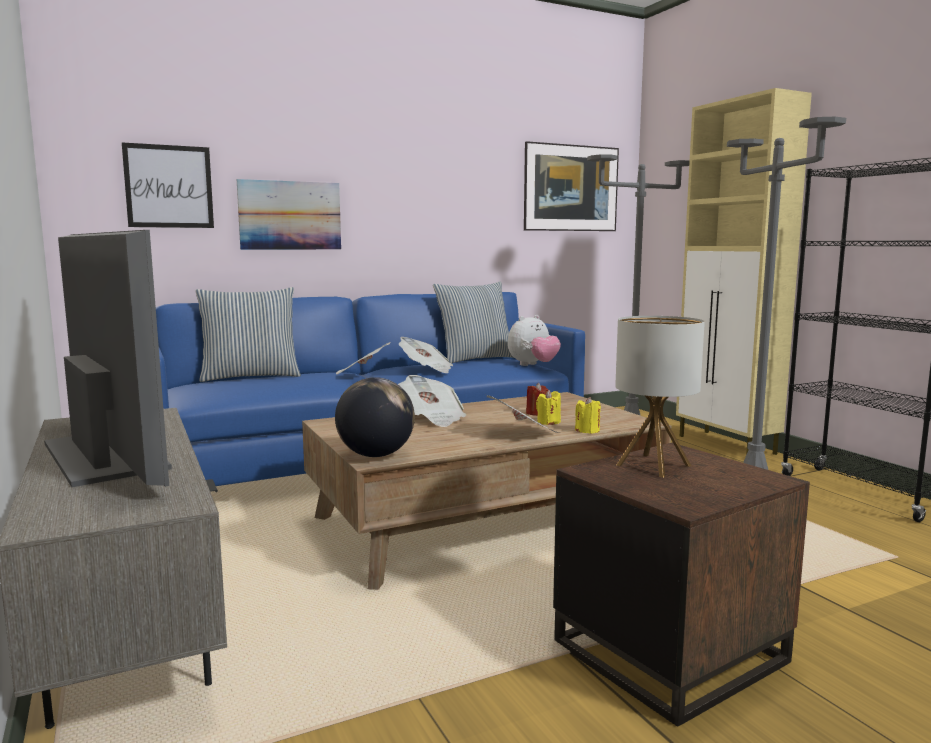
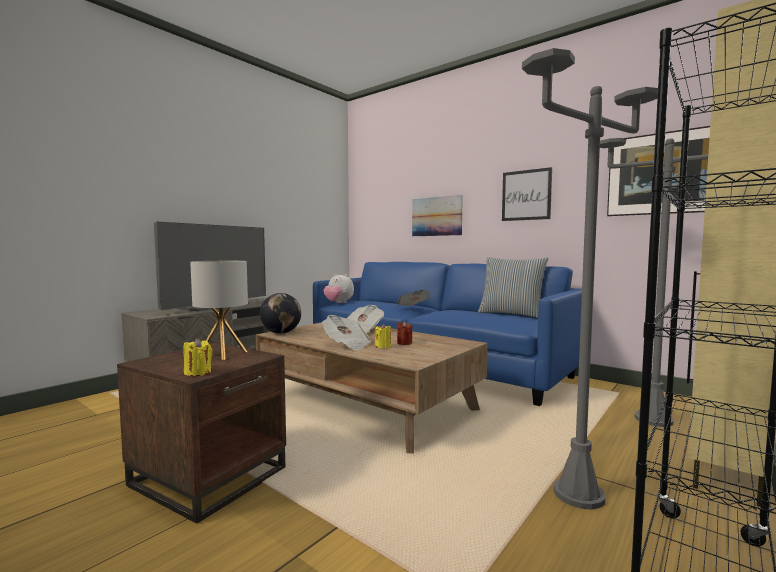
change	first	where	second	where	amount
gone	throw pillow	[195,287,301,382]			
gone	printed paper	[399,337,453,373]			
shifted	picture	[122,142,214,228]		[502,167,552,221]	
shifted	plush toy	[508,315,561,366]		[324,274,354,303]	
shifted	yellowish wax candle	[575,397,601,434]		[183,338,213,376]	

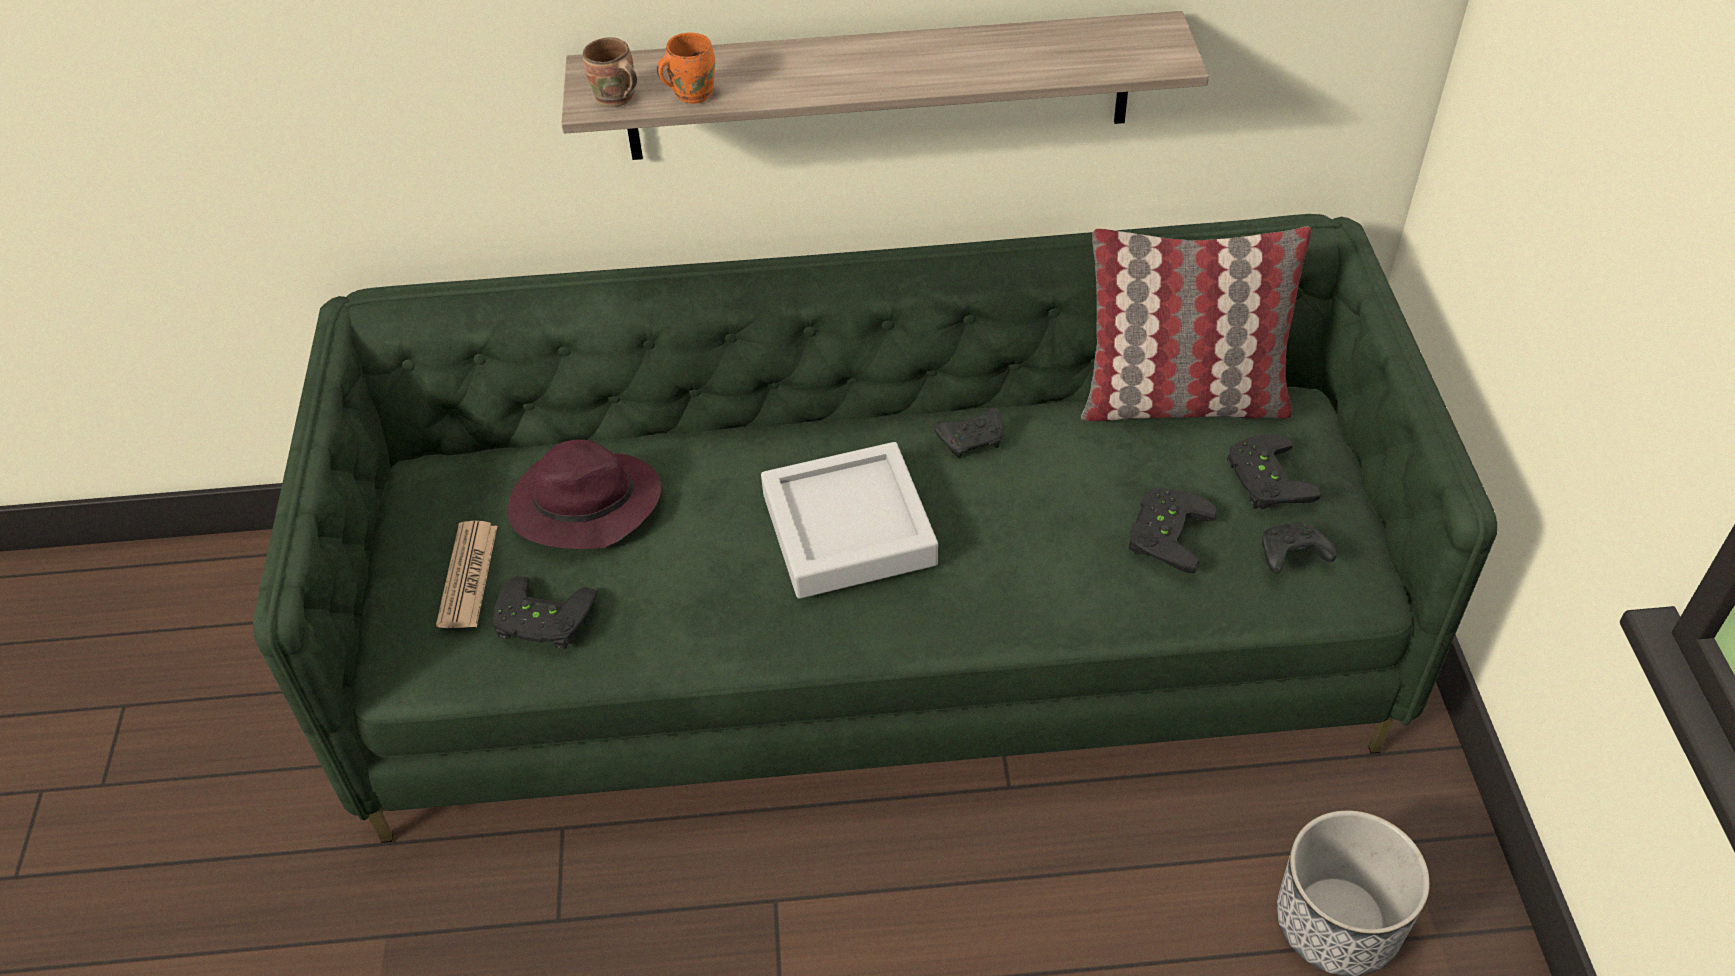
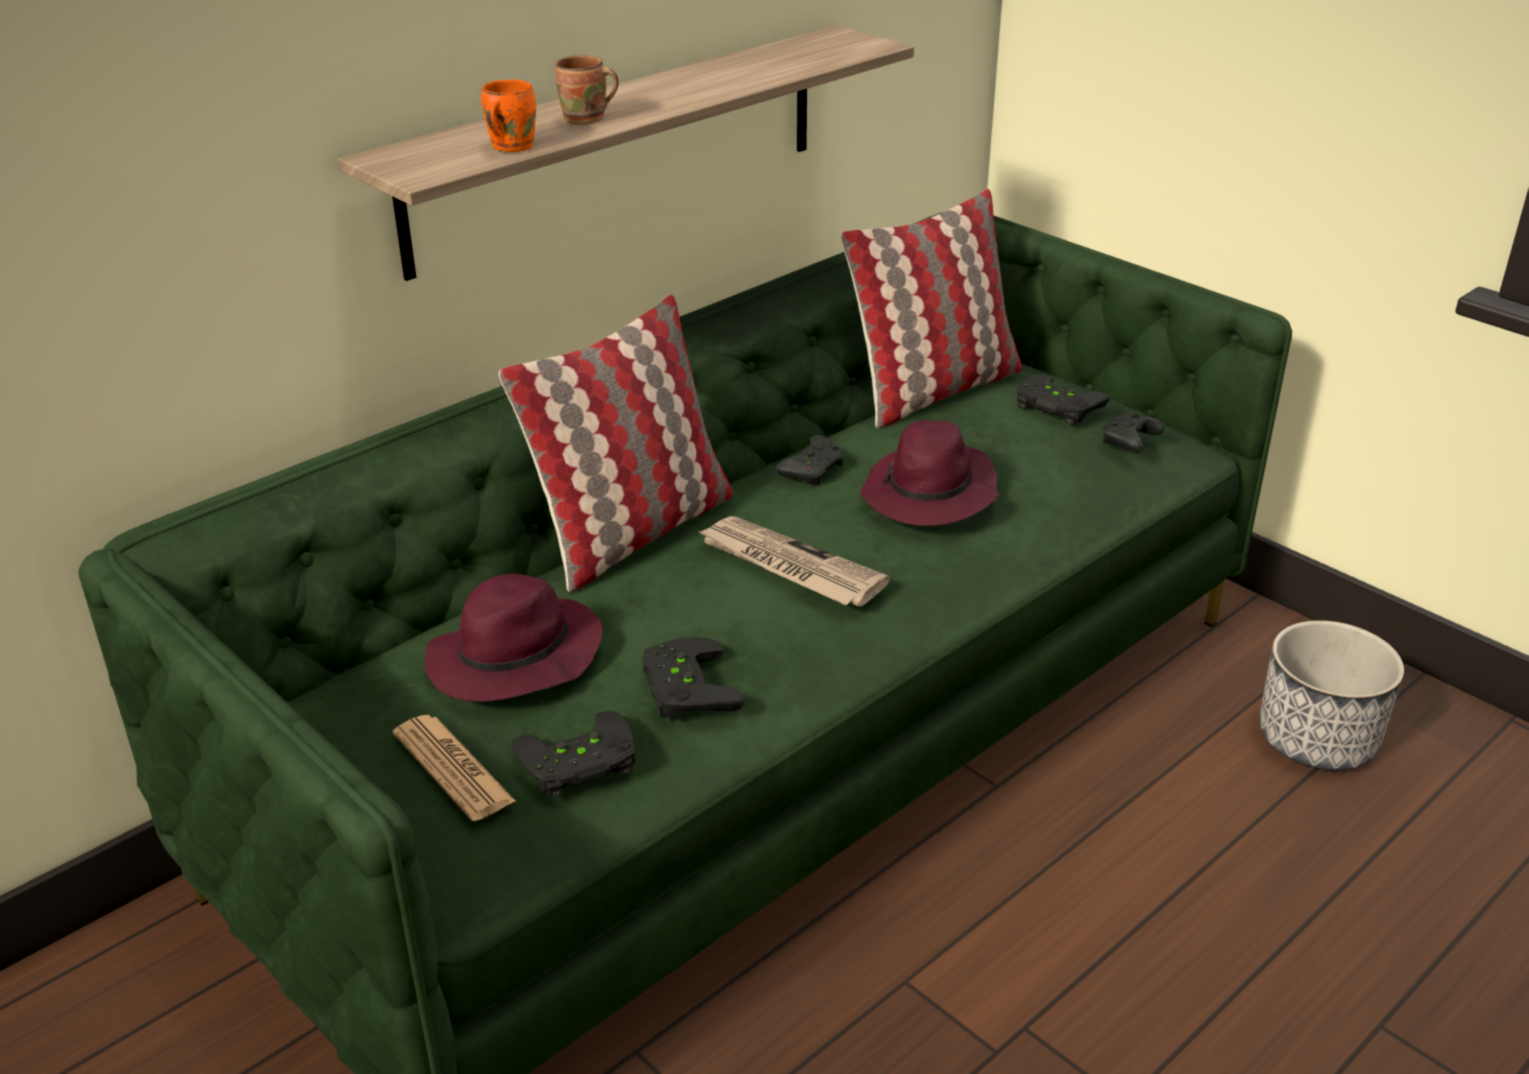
change	first	where	second	where	amount
new			throw pillow	[499,295,733,592]	
new			purple-coloured hat	[860,420,1000,526]	
shifted	brown-coloured mug	[583,37,637,107]		[555,55,619,125]	
shifted	blackish joypad	[1128,488,1218,573]		[642,637,744,719]	
swapped	grey carrying tray	[761,442,938,599]	printed paper	[697,516,890,606]	

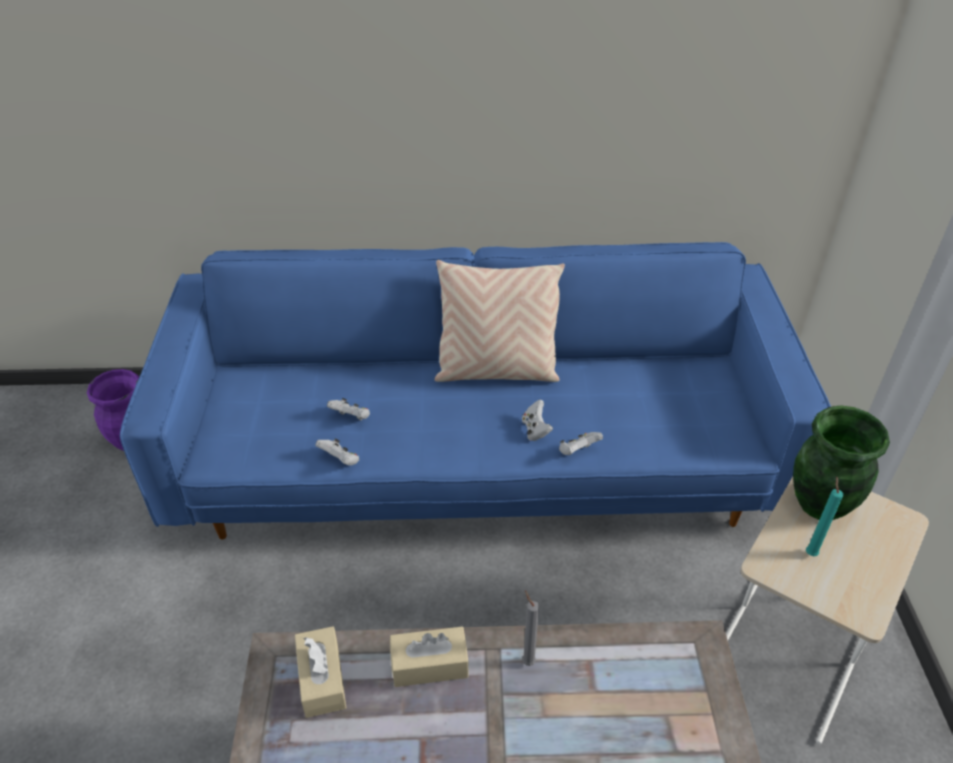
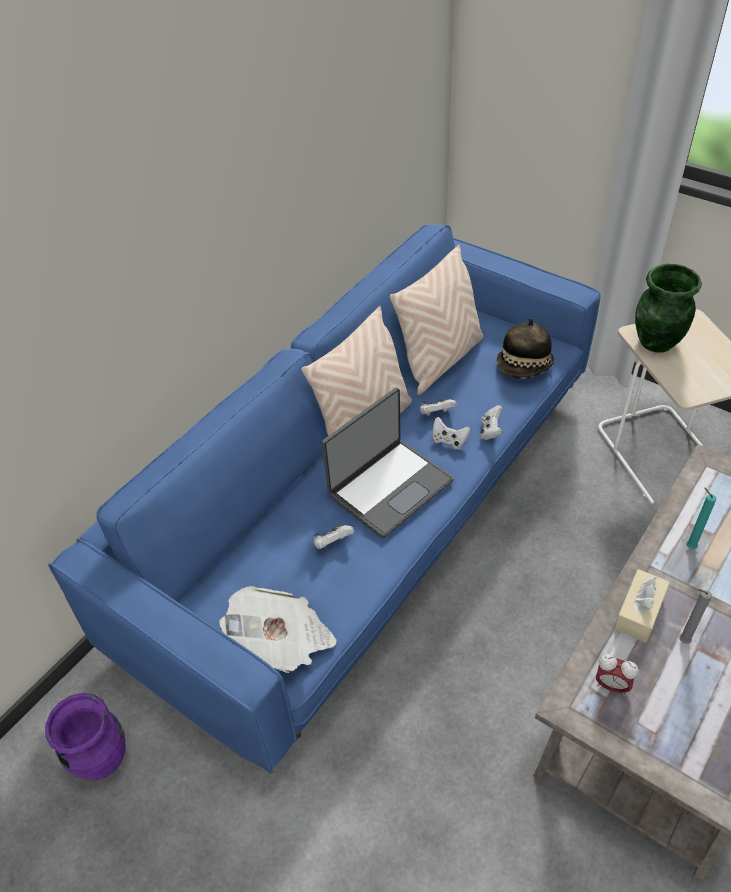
change	first	where	second	where	amount
new			printed paper	[219,586,337,673]	
new			notebook computer	[322,387,454,538]	
new			sand-coloured throw pillow	[390,244,483,395]	
new			hat	[497,318,555,379]	
shifted	white joypad	[315,439,359,466]		[420,399,457,416]	
shifted	grey wax candle	[522,591,539,666]		[679,589,712,644]	
shifted	turquoise-coloured wax candle	[806,477,843,556]		[686,487,717,549]	
swapped	sand-coloured tissue box	[295,626,346,718]	bedside clock	[596,654,638,696]	

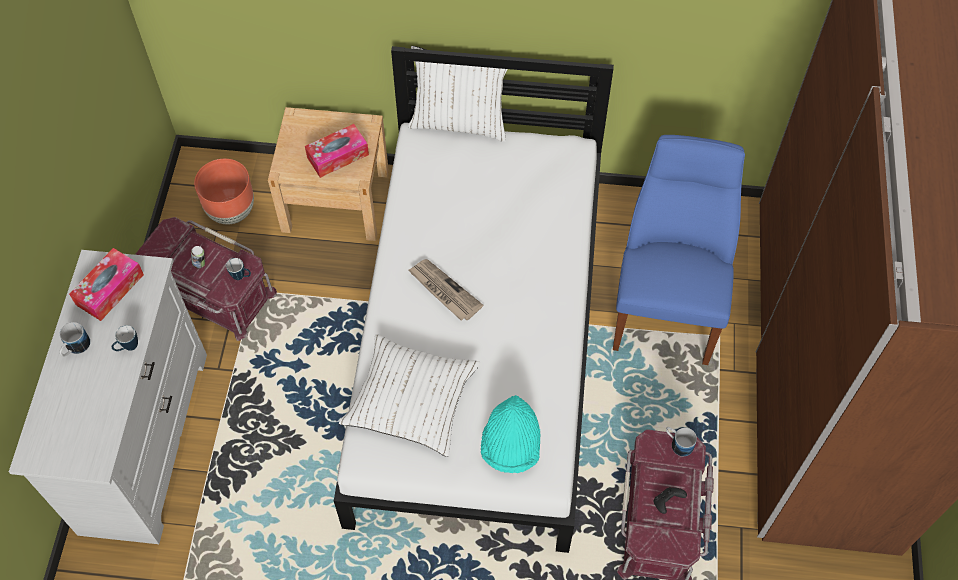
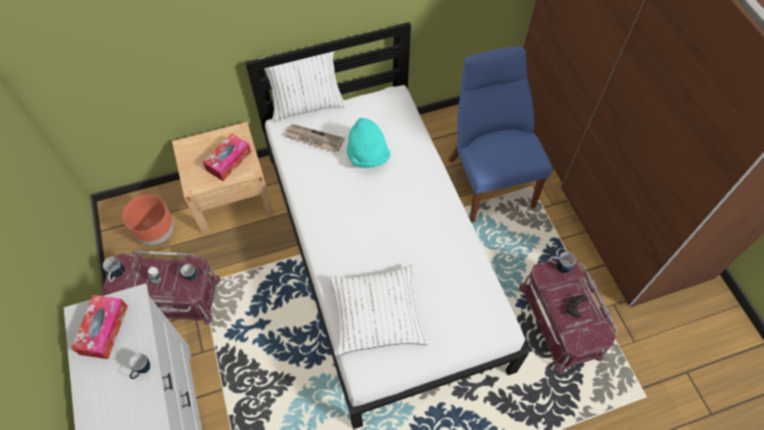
change	first	where	second	where	amount
shifted	mug	[59,322,90,357]		[103,257,125,282]	
shifted	printed paper	[408,259,483,321]		[283,124,344,152]	
shifted	turquoise-coloured hat	[481,395,541,473]		[347,118,391,168]	

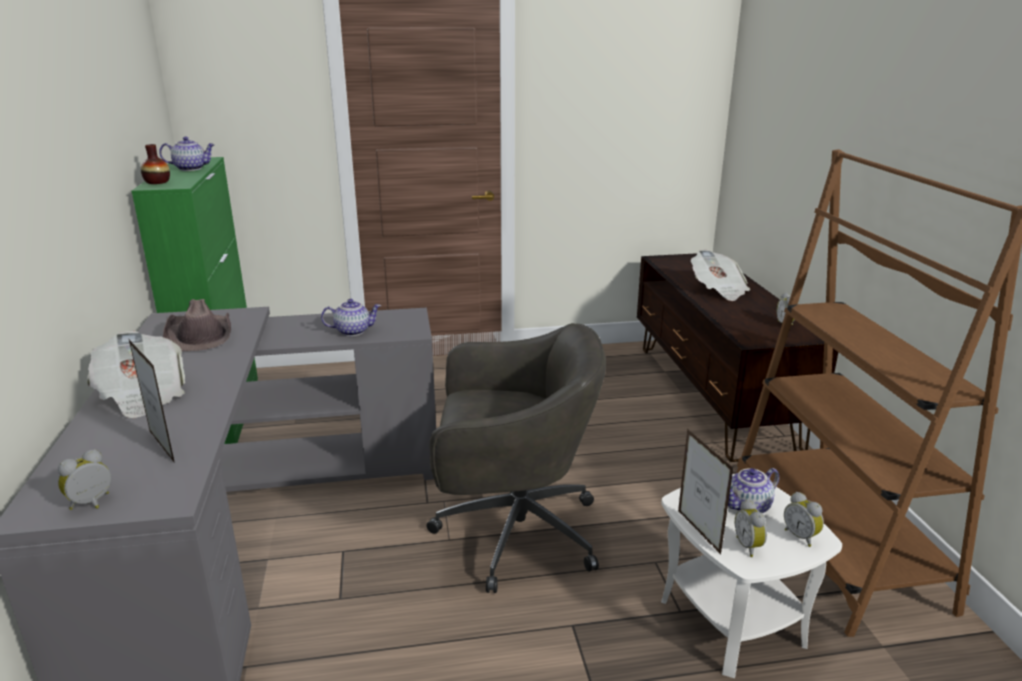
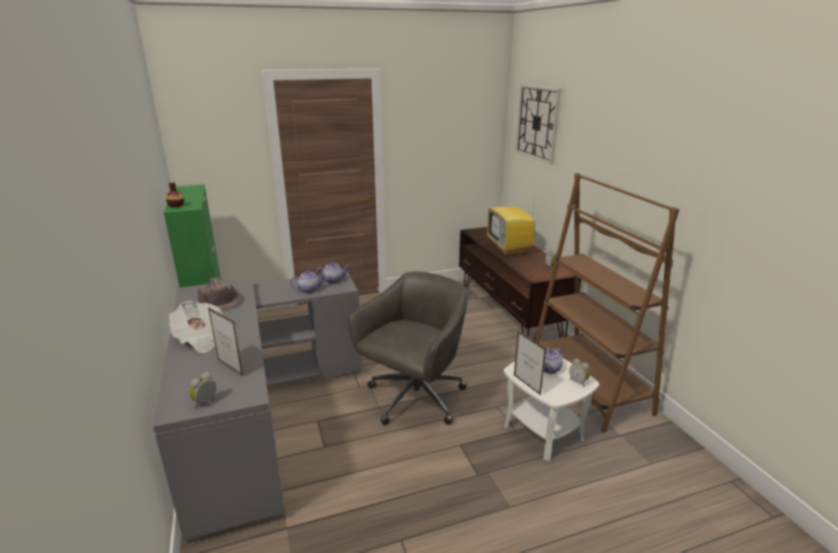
change	first	where	second	where	amount
gone	bedside clock	[735,499,767,557]			
new			wall clock	[516,84,561,165]	
shifted	teapot	[159,137,215,171]		[315,262,349,284]	
swapped	printed paper	[691,249,750,301]	TV	[487,196,535,255]	
rotated	grey computer chair	[426,323,606,593]		[348,272,469,425]	45 degrees counterclockwise

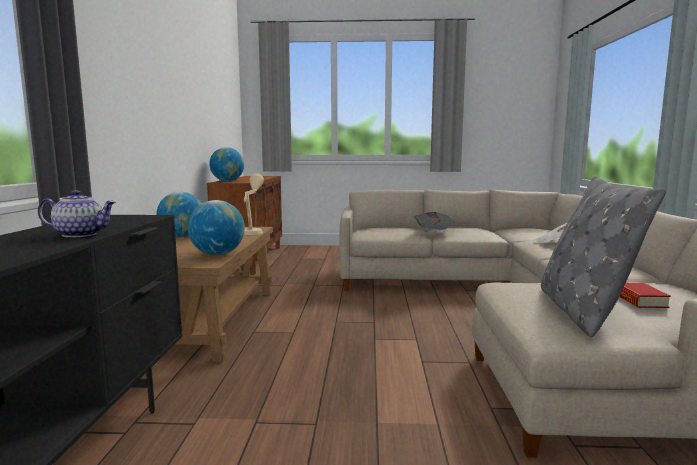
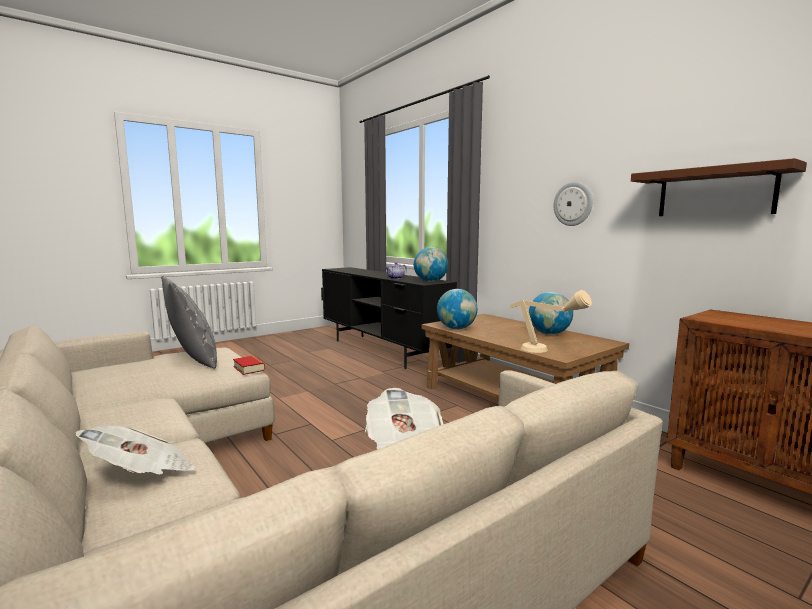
change	first	where	second	where	amount
new			wall clock	[554,182,593,226]	
new			brown-coloured wall shelf	[631,158,807,216]	
shifted	globe	[209,147,244,182]		[414,247,448,282]	
shifted	book	[619,283,671,308]		[233,356,265,375]	

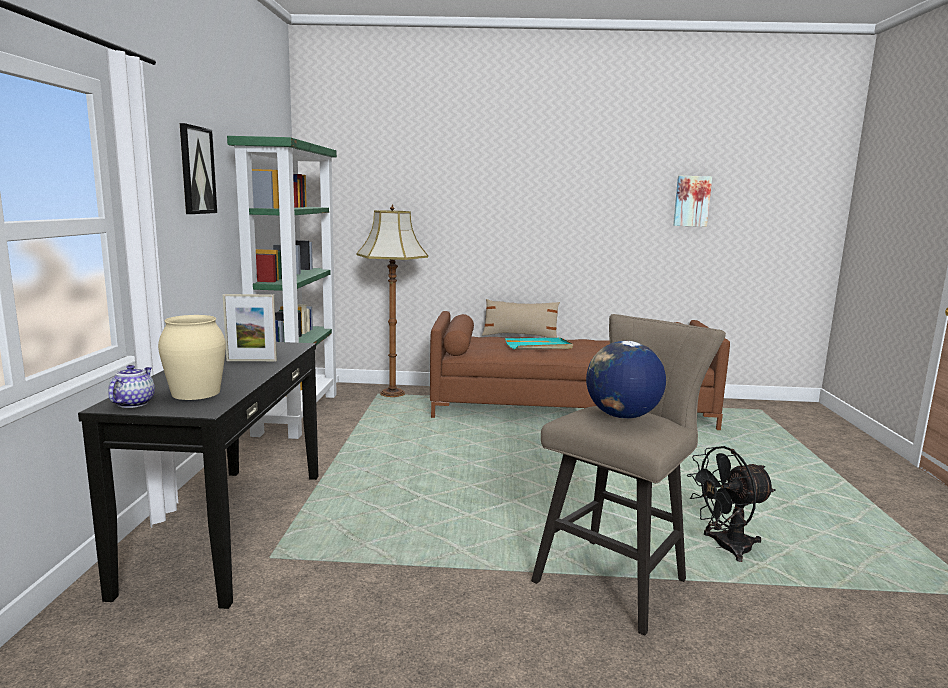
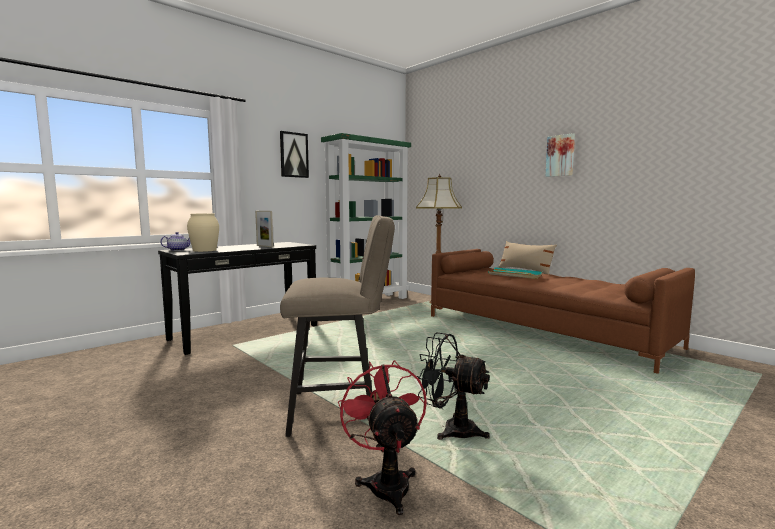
change	first	where	second	where	amount
gone	globe	[586,341,666,419]			
new			reddish electric fan	[338,360,427,515]	
shifted	picture	[673,176,712,227]		[545,133,575,177]	

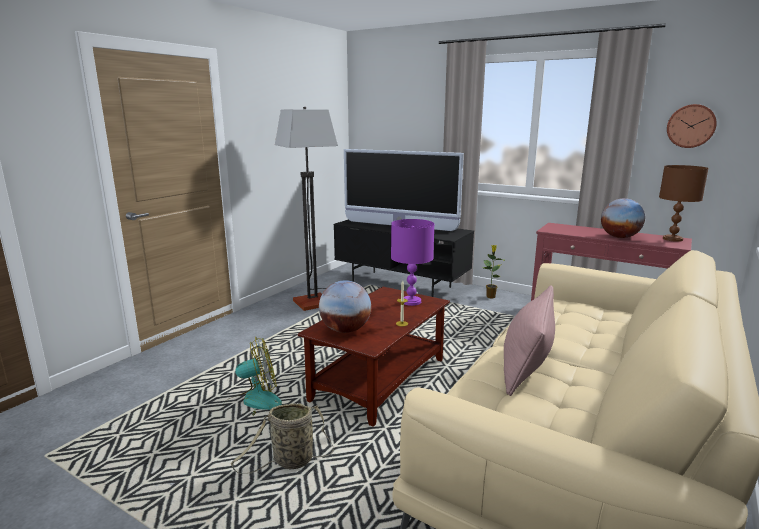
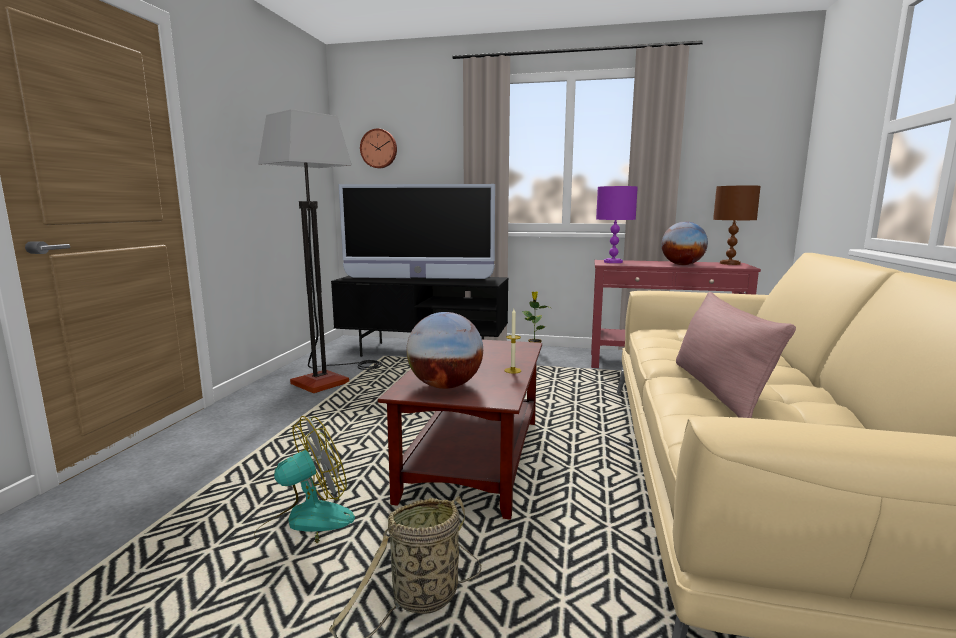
change	first	where	second	where	amount
shifted	purple-coloured table lamp	[391,219,434,306]		[596,186,638,263]	
shifted	wall clock	[667,104,717,148]		[360,129,397,168]	

